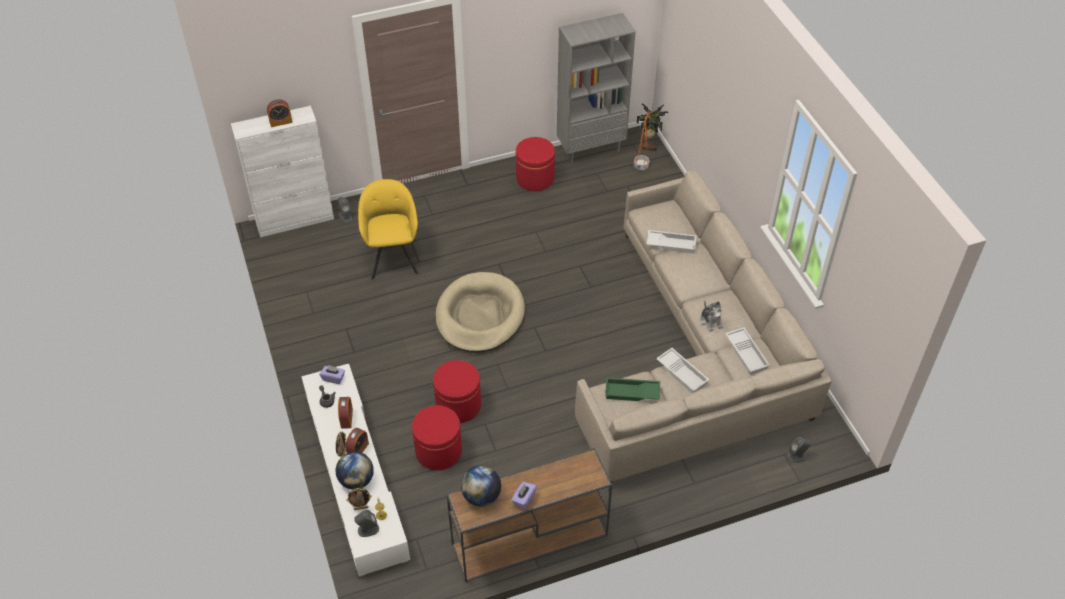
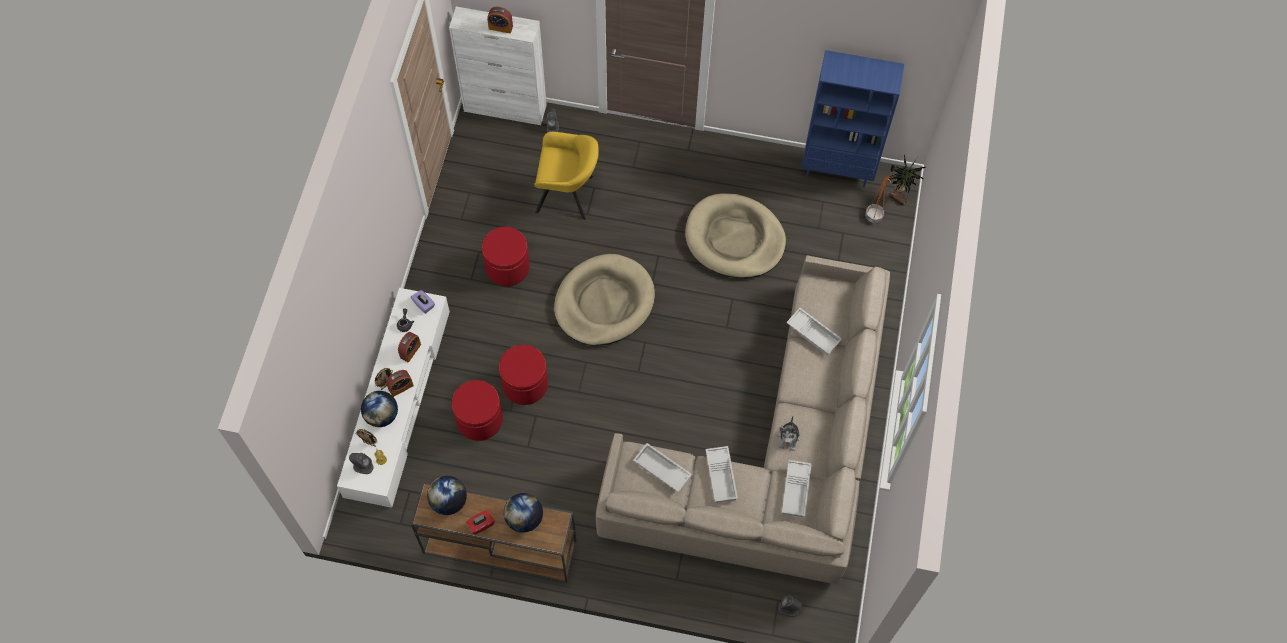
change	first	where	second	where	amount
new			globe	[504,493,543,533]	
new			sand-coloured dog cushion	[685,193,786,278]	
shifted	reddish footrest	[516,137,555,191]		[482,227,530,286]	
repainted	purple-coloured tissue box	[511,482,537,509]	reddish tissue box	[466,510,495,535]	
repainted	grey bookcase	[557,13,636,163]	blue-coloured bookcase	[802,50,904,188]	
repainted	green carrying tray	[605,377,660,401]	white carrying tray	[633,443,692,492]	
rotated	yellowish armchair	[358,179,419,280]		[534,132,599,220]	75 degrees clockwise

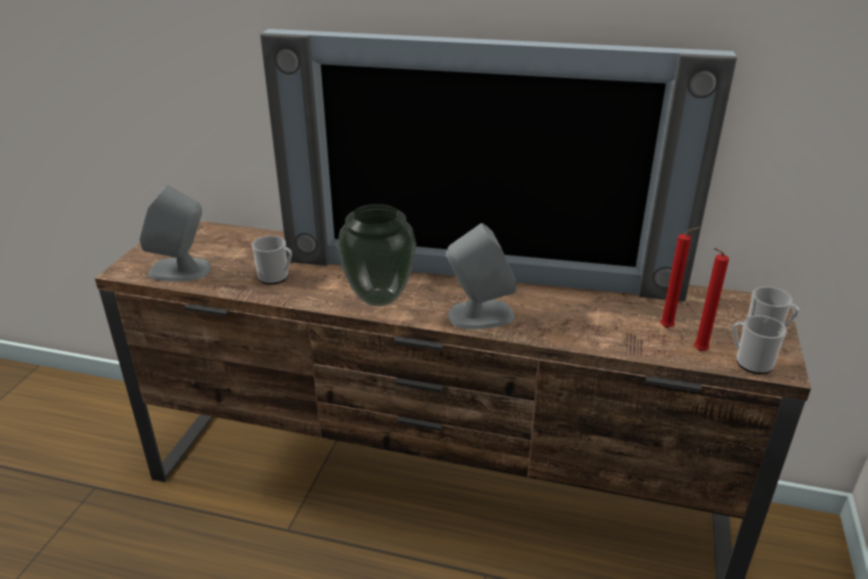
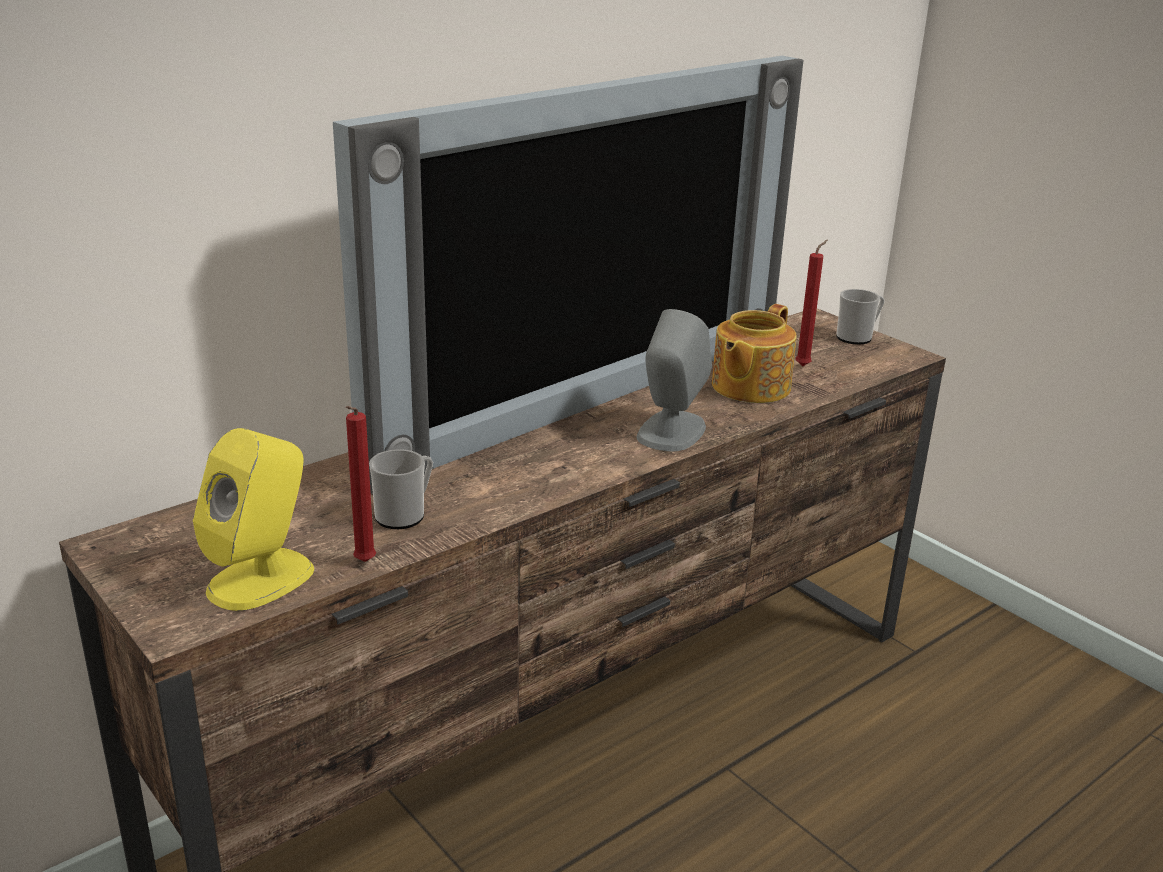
change	first	where	second	where	amount
gone	flower vase	[337,204,416,306]			
gone	mug	[732,315,787,374]			
new			teapot	[712,304,797,403]	
shifted	reddish wax candle	[694,248,729,351]		[346,406,376,562]	
repainted	grey speaker	[140,184,211,281]	yellowish speaker	[193,428,314,611]	

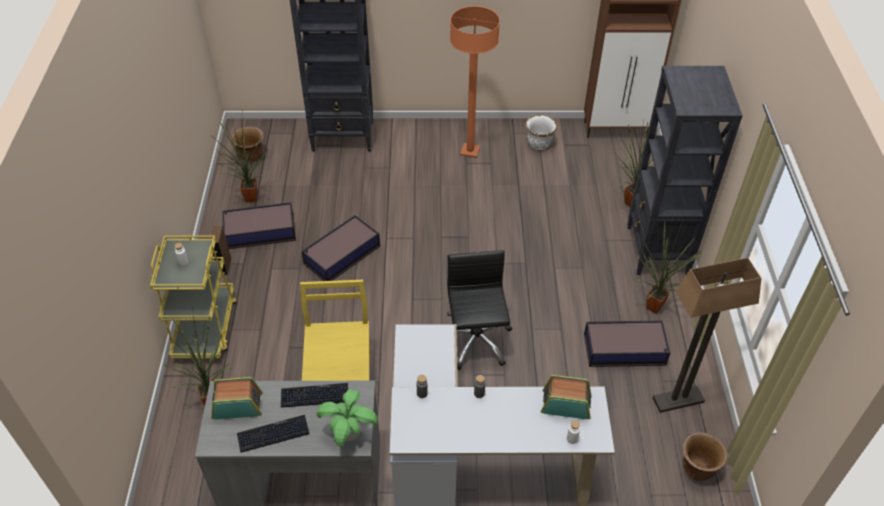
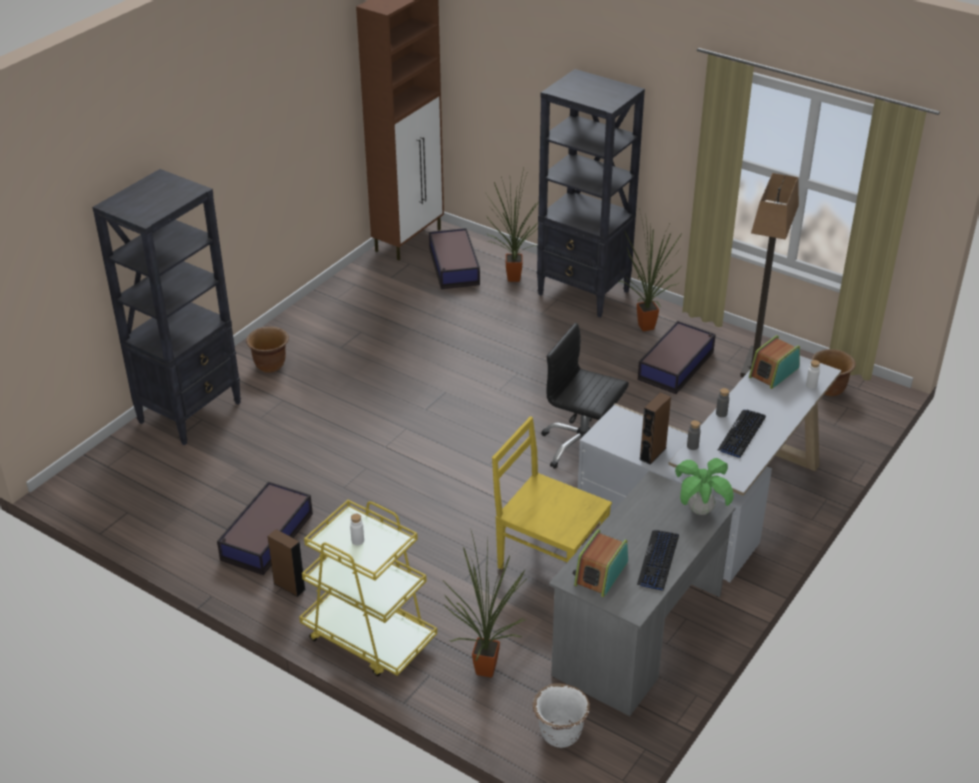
change	first	where	second	where	amount
gone	houseplant	[210,119,269,202]			
gone	orangey floor lamp	[450,6,500,158]			
new			brown-coloured speaker	[639,392,671,465]	
shifted	brown-coloured flower pot	[231,126,264,162]		[246,327,289,373]	
shifted	PC keyboard	[281,383,348,408]		[718,410,766,458]	
shifted	storage bin	[302,215,380,281]		[429,228,480,289]	
shifted	white flower pot	[525,115,557,150]		[533,683,590,748]	

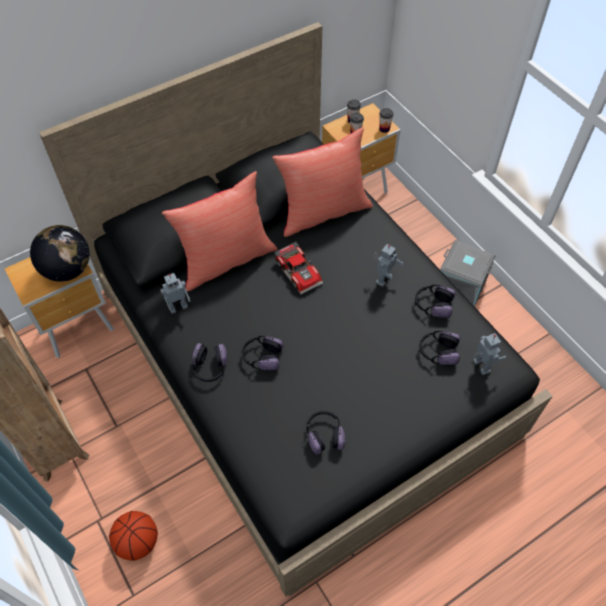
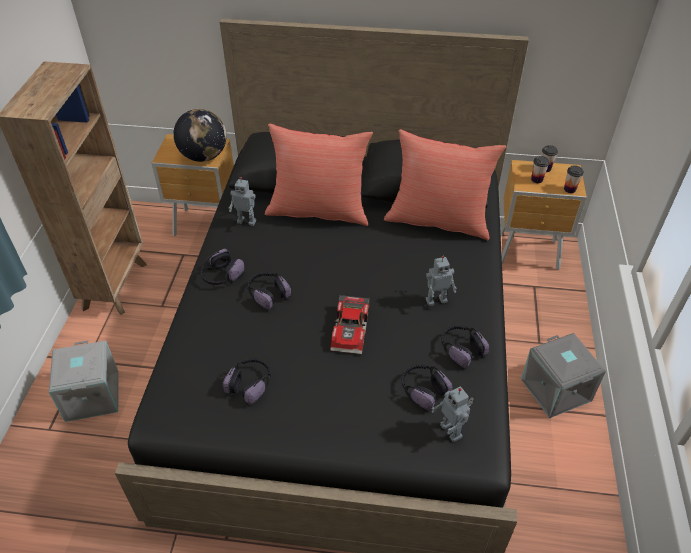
change	first	where	second	where	amount
shifted	toy car	[274,242,323,294]		[330,295,370,354]	
swapped	basketball	[109,511,158,561]	grey storage bin	[49,340,119,422]	
rotated	robot figure	[473,333,506,375]		[431,387,473,442]	135 degrees clockwise

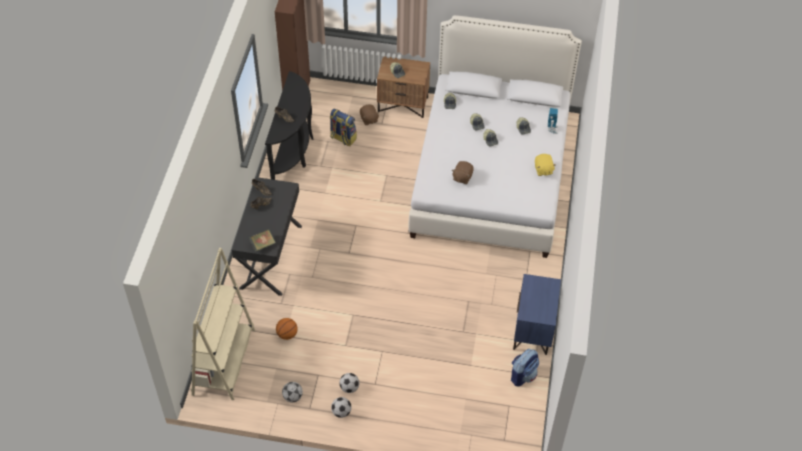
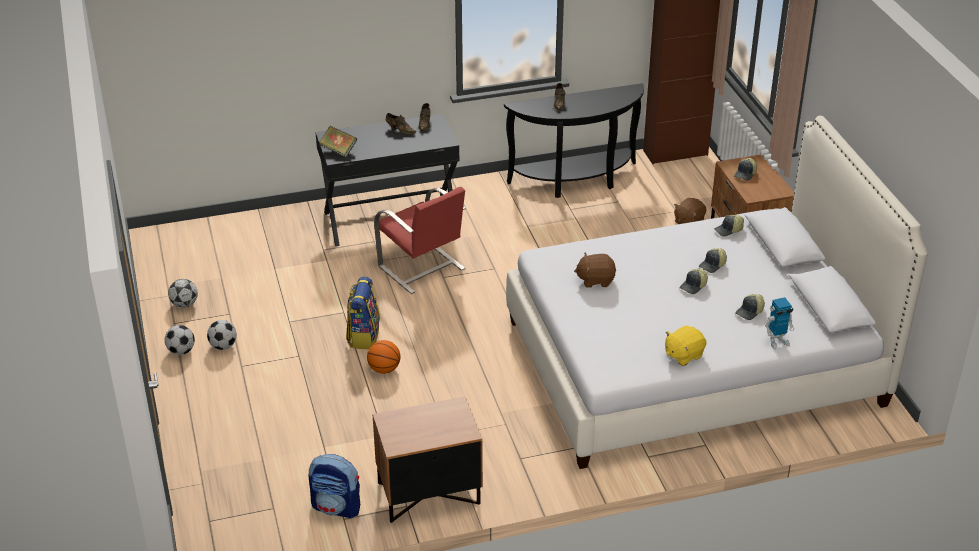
change	first	where	second	where	amount
gone	sand-coloured bookcase	[191,248,255,400]			
new			reddish upright chair	[374,187,466,294]	
shifted	basketball	[276,318,298,340]		[367,340,400,374]	
shifted	rucksack	[330,109,357,146]		[346,277,380,349]	
repainted	blue-coloured bedside table	[513,274,561,355]	brown-coloured bedside table	[373,396,483,523]	

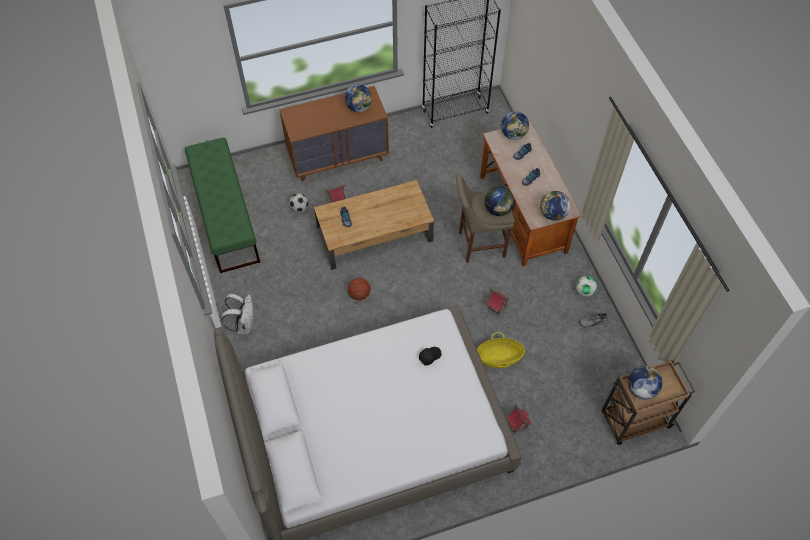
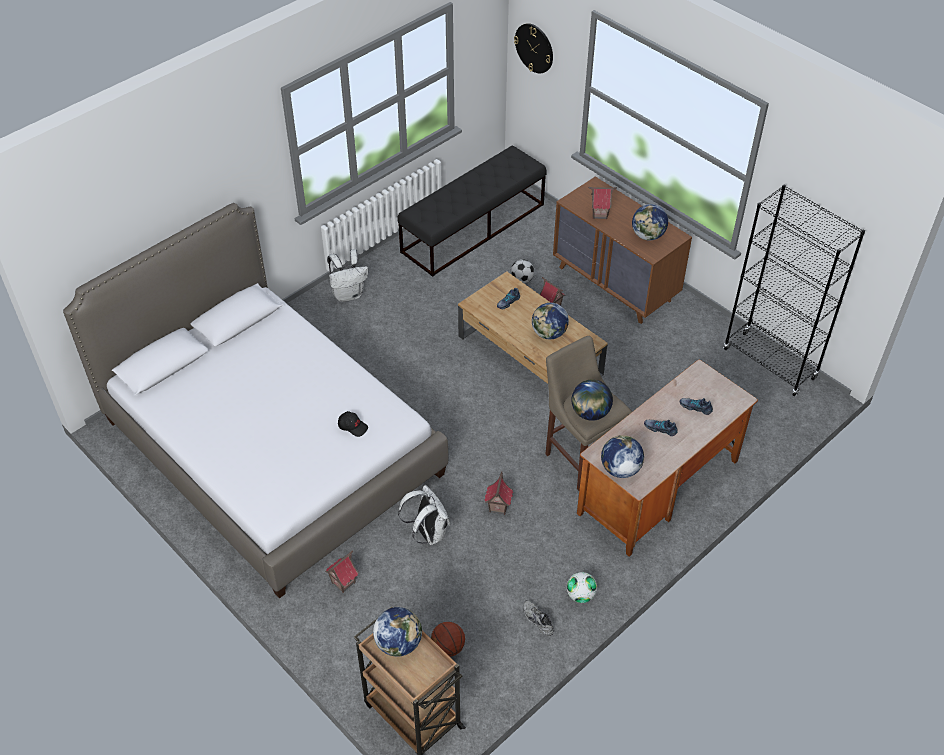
change	first	where	second	where	amount
new			wall clock	[514,23,553,73]	
new			toy house	[588,187,617,219]	
shifted	basketball	[348,278,370,300]		[431,622,465,657]	
shifted	globe	[501,111,529,140]		[532,303,569,339]	
swapped	household basket	[477,332,525,368]	white rucksack	[398,485,450,545]	
repainted	green long seat	[185,137,260,273]	blackish long seat	[397,145,547,277]	

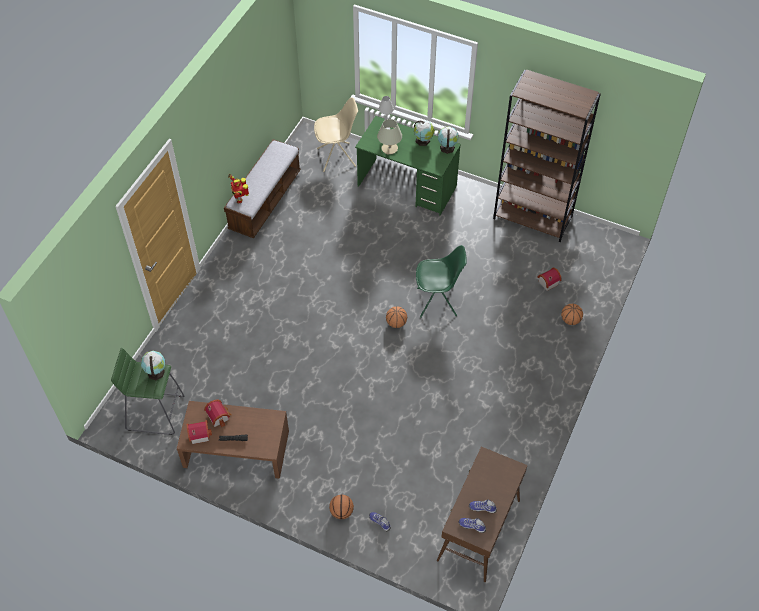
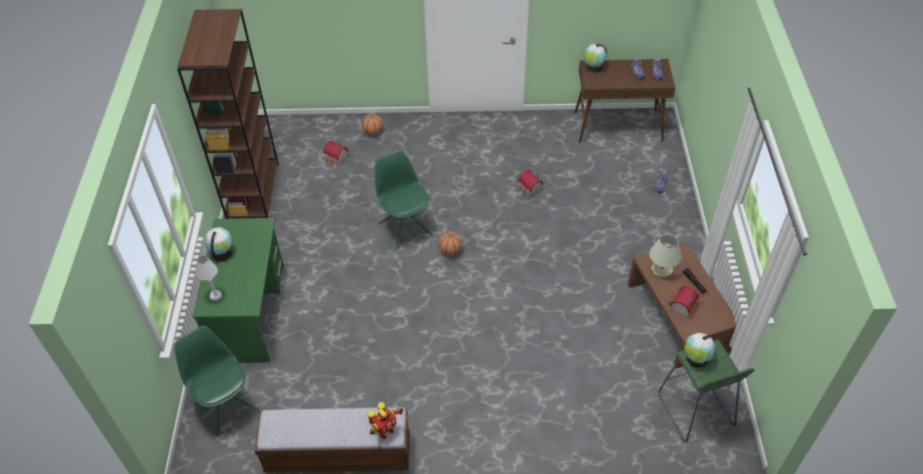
change	first	where	second	where	amount
gone	basketball	[329,495,354,519]			
shifted	toy house	[187,420,212,444]		[517,170,543,196]	
shifted	sand-coloured table lamp	[377,119,402,155]		[649,234,682,277]	
shifted	globe	[438,126,459,154]		[583,44,607,73]	
repainted	sand-coloured upright chair	[314,97,358,172]	green upright chair	[174,326,259,437]	

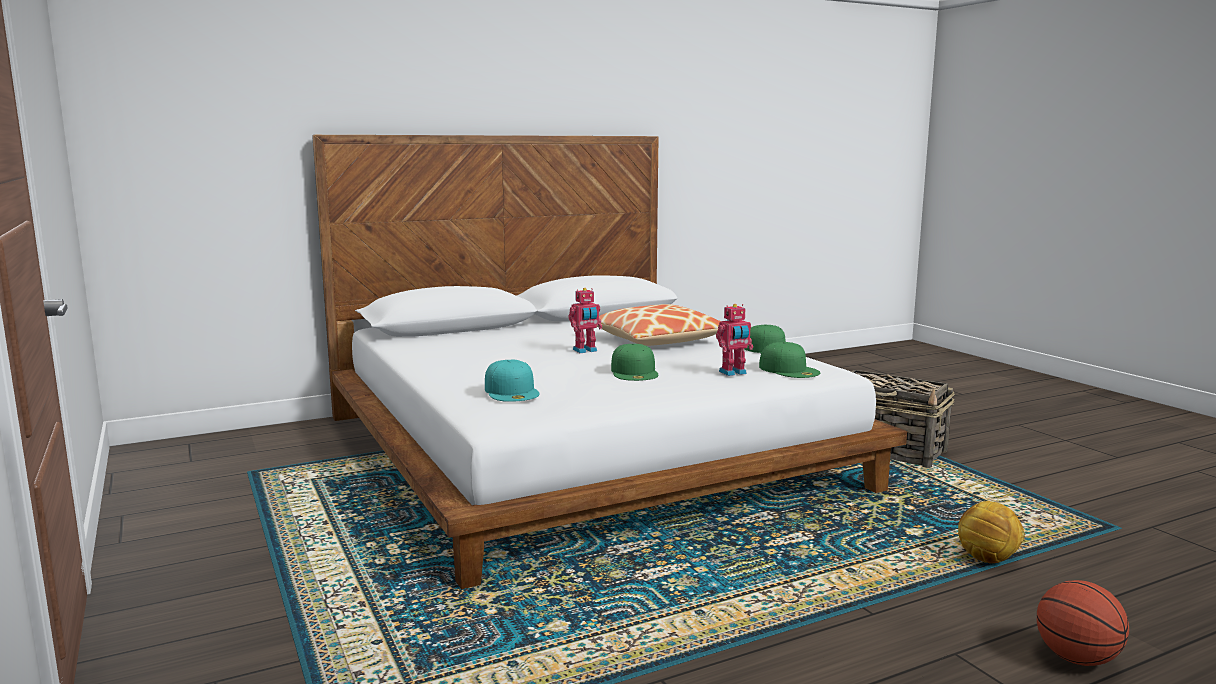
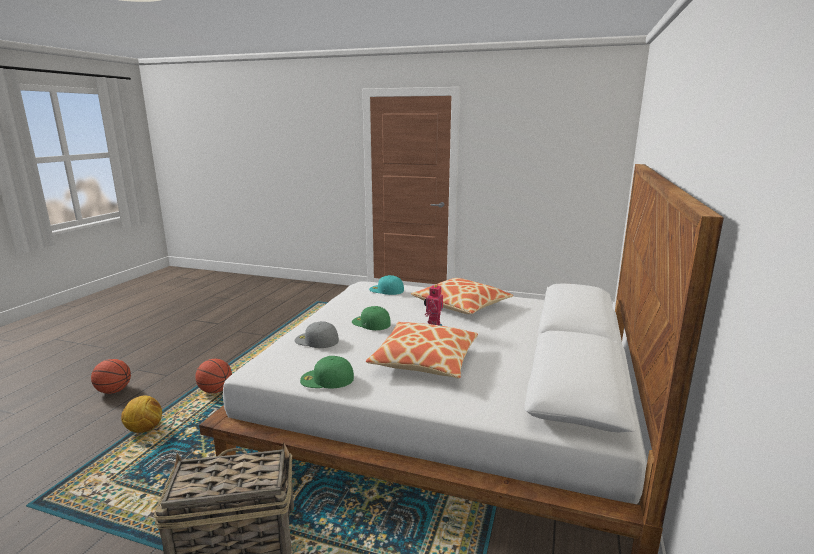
change	first	where	second	where	amount
gone	green baseball cap	[759,342,820,378]			
new			basketball	[195,359,232,393]	
new			throw pillow	[411,278,513,314]	
swapped	robot figure	[716,304,753,376]	grey baseball cap	[295,321,339,348]	

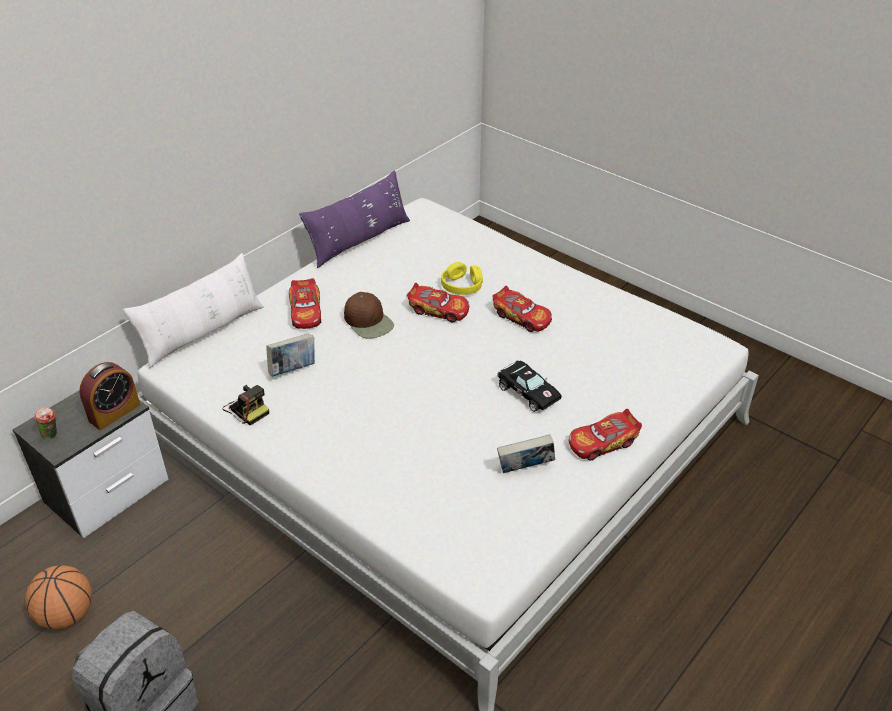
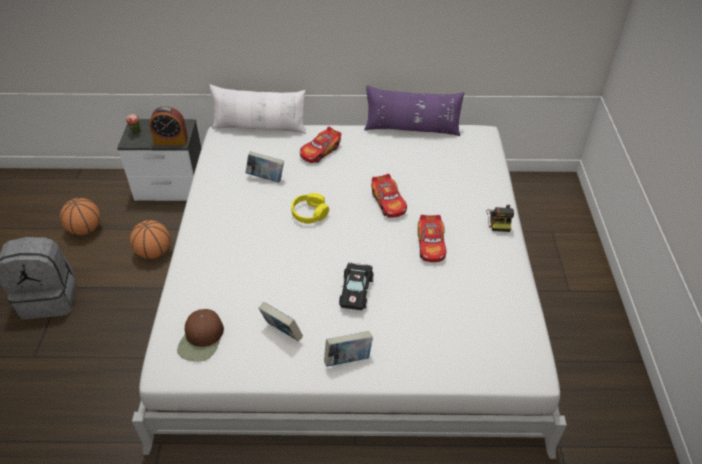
change	first	where	second	where	amount
new			basketball	[130,220,170,259]	
shifted	photo camera	[223,385,269,426]		[486,205,514,232]	
shifted	brown-coloured baseball cap	[344,292,394,339]		[177,309,224,362]	
shifted	yellowish headphones	[441,262,483,295]		[291,193,329,224]	
swapped	toy car	[569,409,642,460]	book	[324,331,373,366]	

